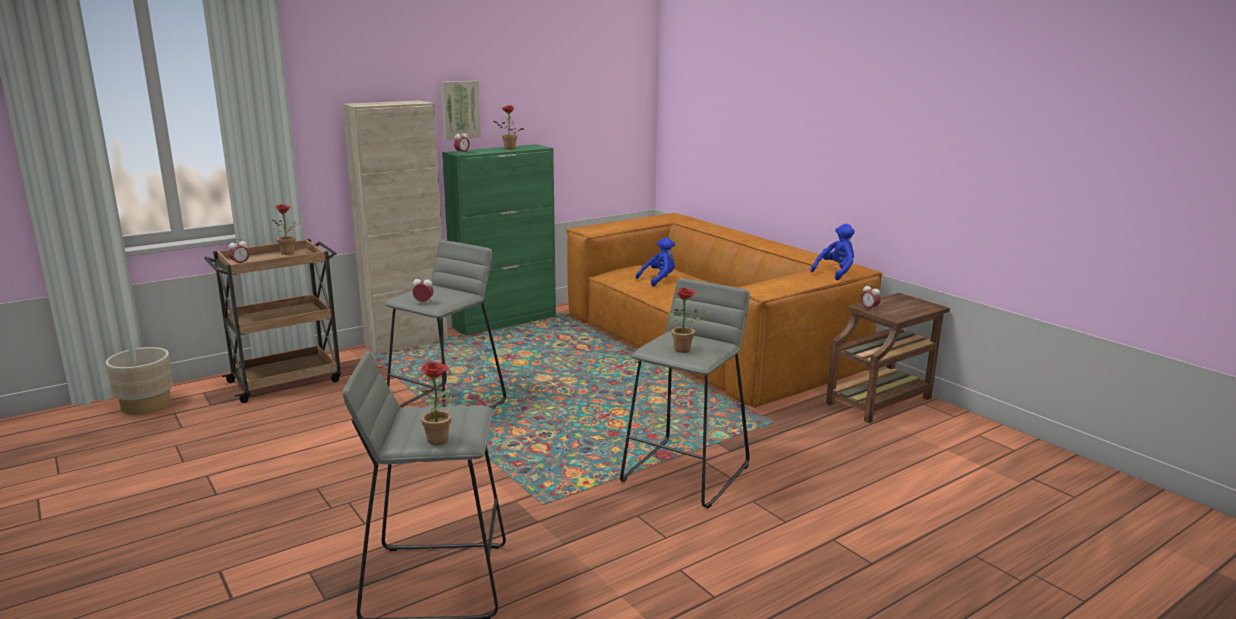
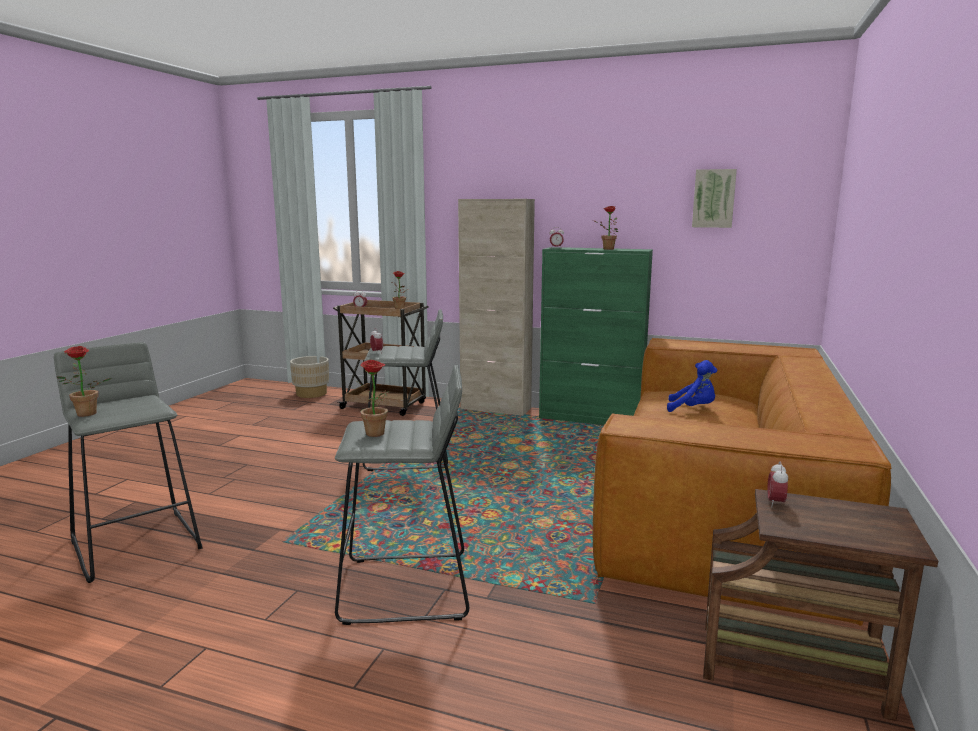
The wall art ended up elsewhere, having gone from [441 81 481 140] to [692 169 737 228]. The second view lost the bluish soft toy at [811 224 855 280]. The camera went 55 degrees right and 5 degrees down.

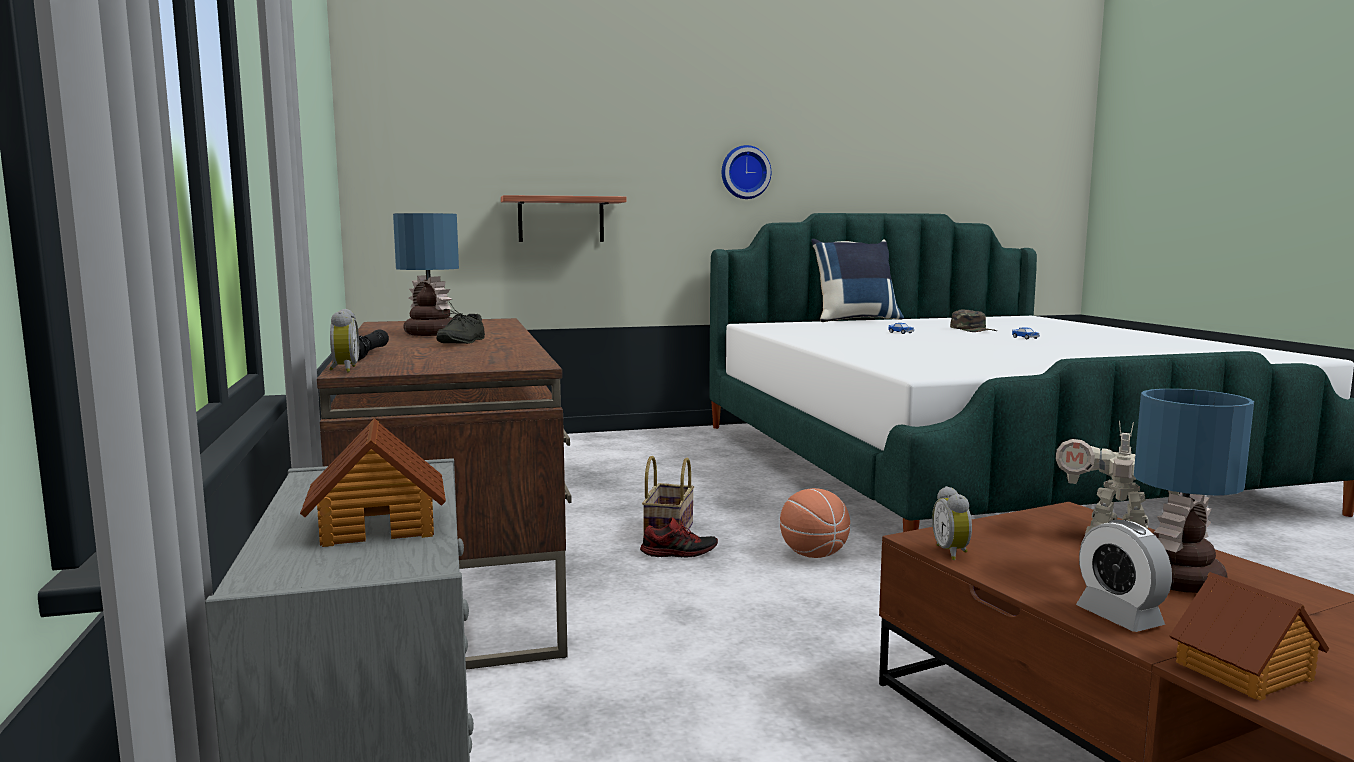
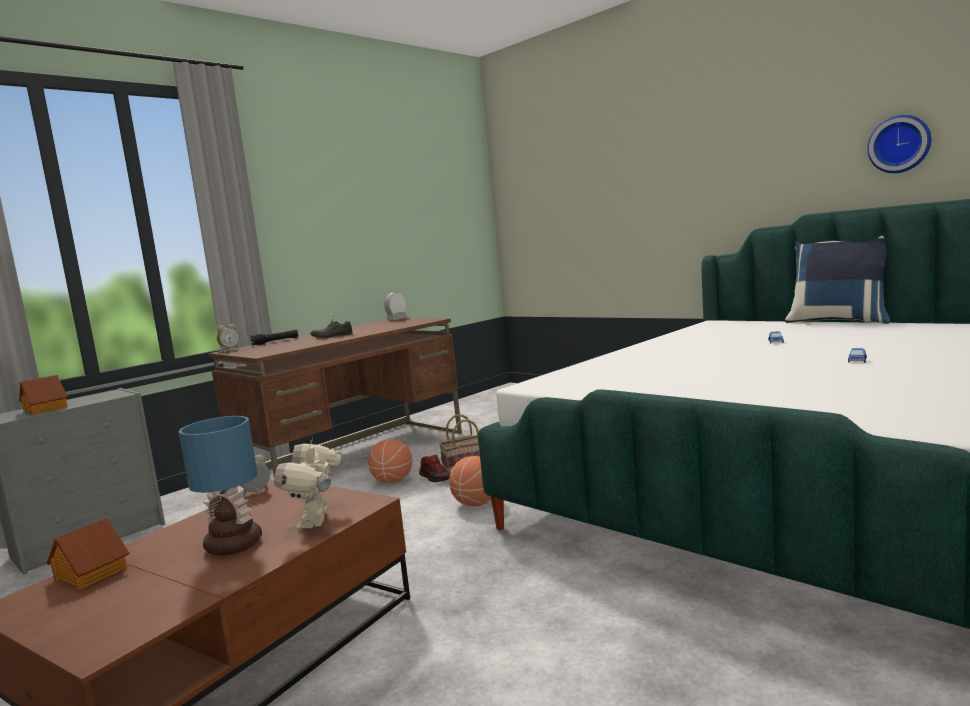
The second view gained the basketball ball at [368 439 412 483]. The table clock ended up elsewhere, having gone from [1076 520 1172 632] to [384 292 407 320]. The clock on the wall ended up elsewhere, having gone from [722 145 771 199] to [867 115 931 173]. The second view lost the table lamp at [393 213 459 336]. The second view lost the shelf at [501 195 626 242]. The second view lost the green-coloured cap at [950 309 997 332]. The camera went 60 degrees right and 0 degrees up.

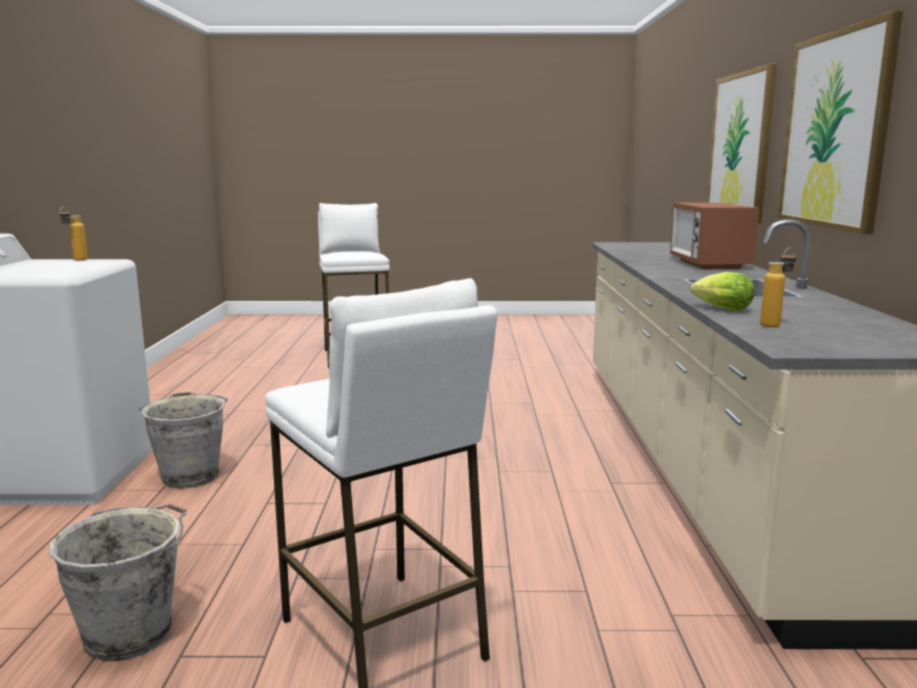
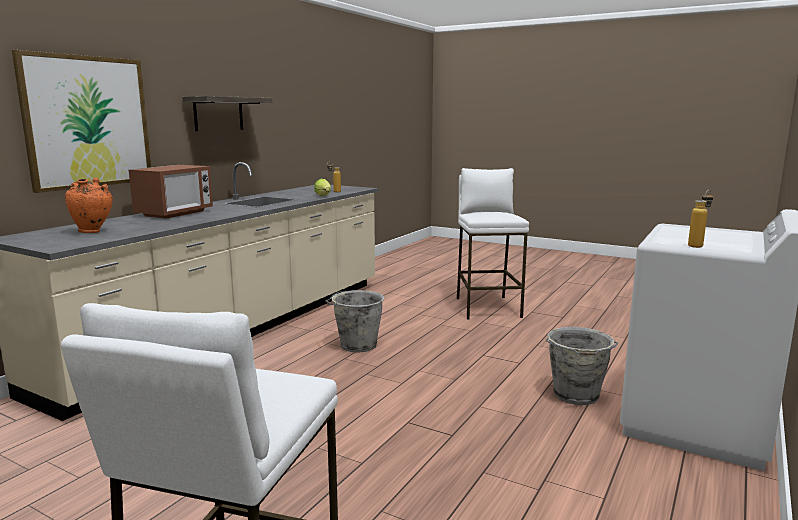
The second view gained the orange flower vase at [65 177 113 233]. Where the wall art hung at [778 11 903 235], the shelf came to hang at [182 96 273 131]. The greyish pail ended up elsewhere, having gone from [49 504 187 661] to [325 290 384 353]. The camera went 150 degrees left and 0 degrees up.

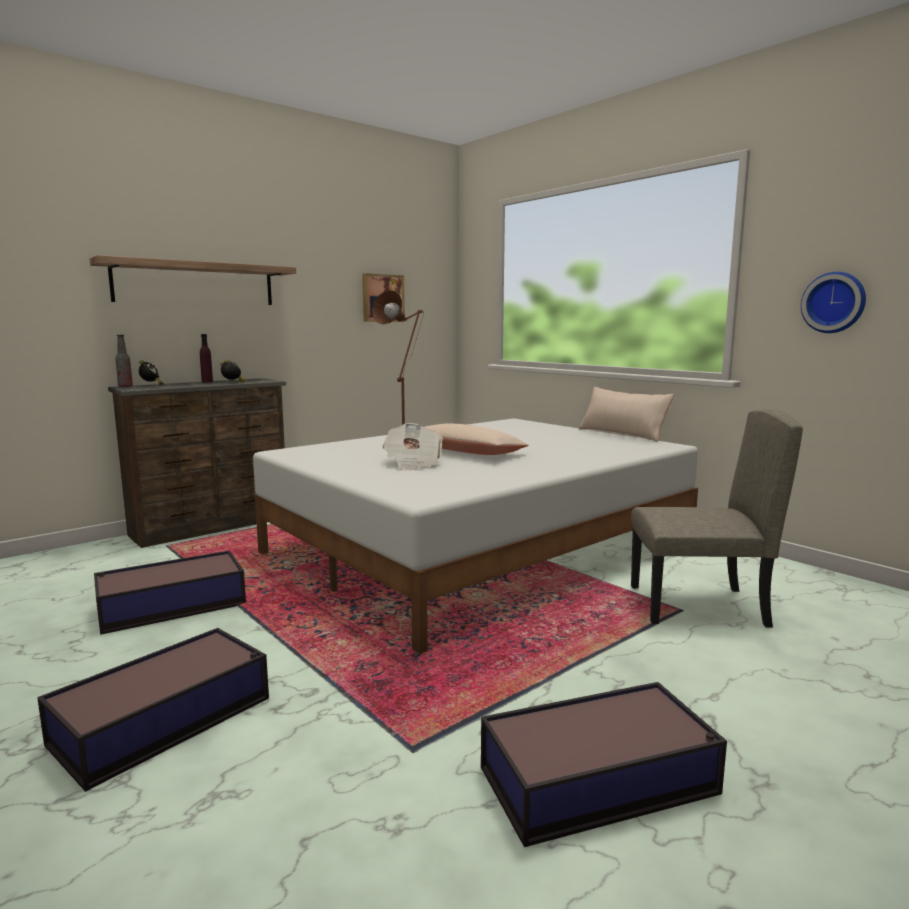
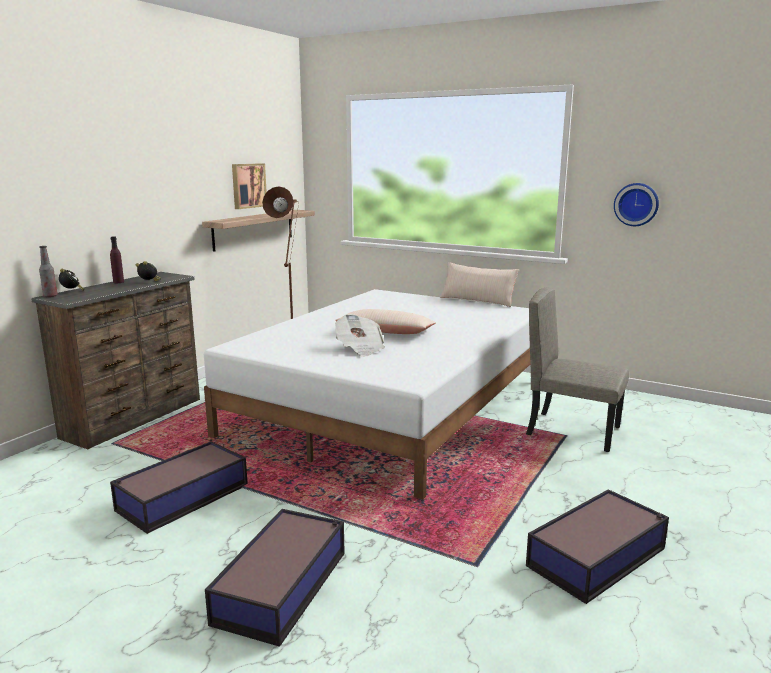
The shelf ended up elsewhere, having gone from [89 255 296 305] to [202 210 315 252]. The sand-coloured plain chair at [631 409 803 628] ended up facing another way, 135 degrees counterclockwise from before. The camera went 20 degrees left and 5 degrees up.

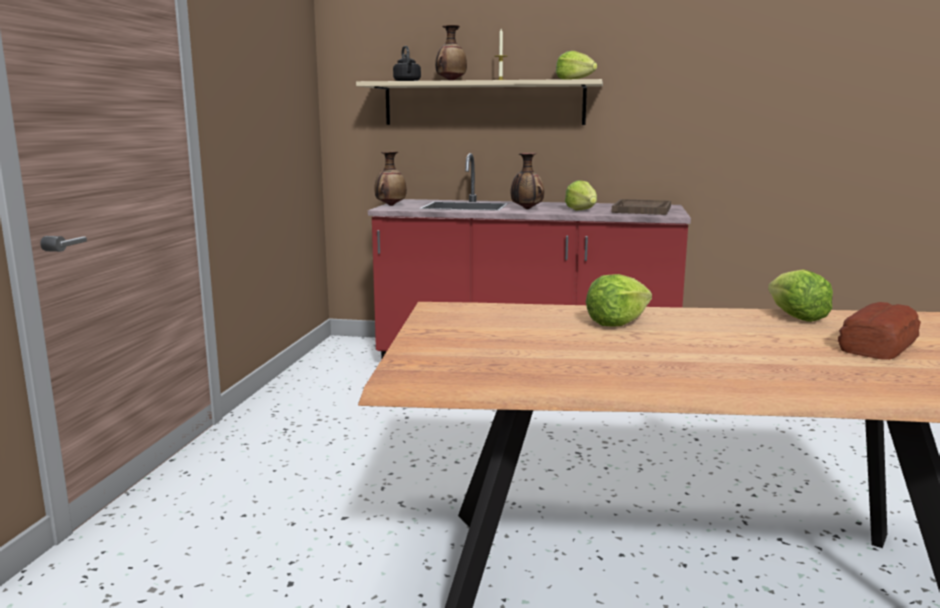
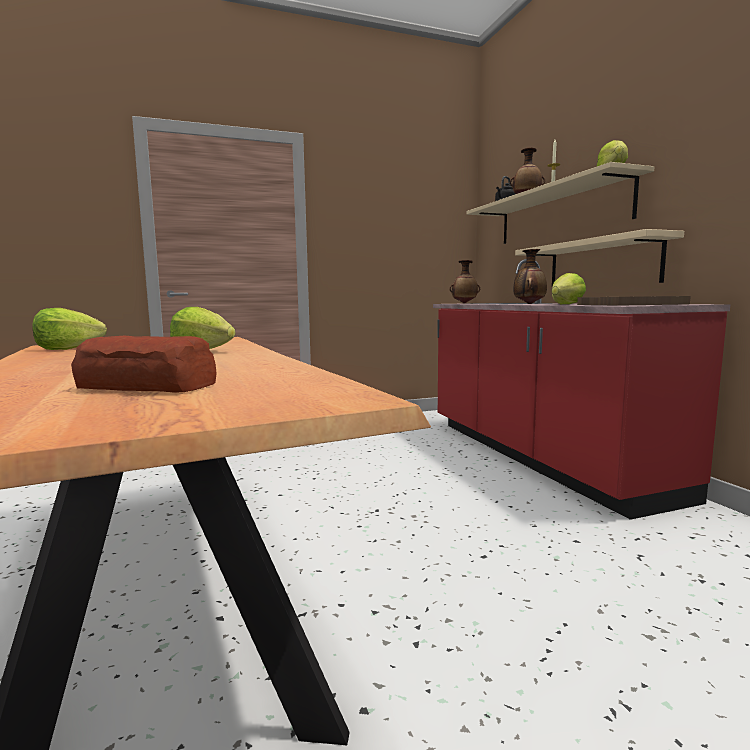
The head of lettuce ended up elsewhere, having gone from [768 269 833 322] to [32 308 107 350]. The second view gained the sand-coloured shelf at [515 229 684 287]. The camera went 60 degrees right and 5 degrees down.

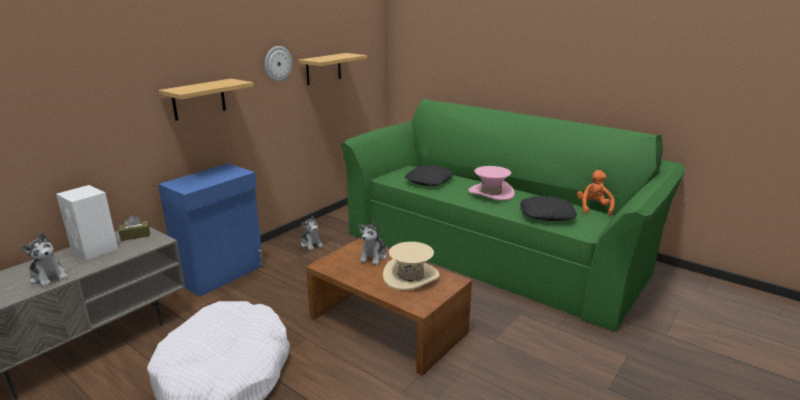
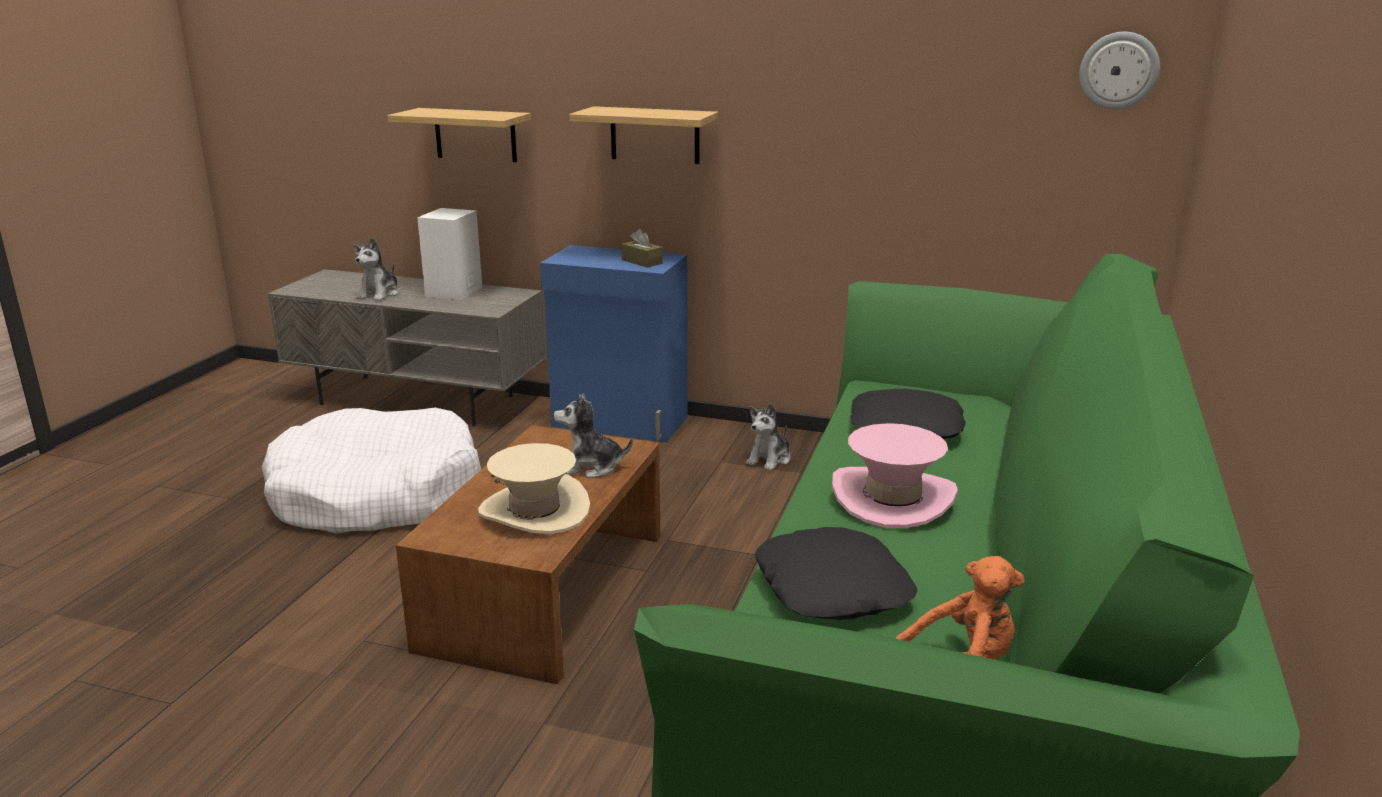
The shelf ended up elsewhere, having gone from [298 53 367 85] to [387 108 531 162]. The brown tissue holder ended up elsewhere, having gone from [119 216 150 241] to [621 229 663 268]. The clock on the wall ended up elsewhere, having gone from [265 46 292 82] to [1079 32 1160 109]. The camera went 70 degrees right and 0 degrees up.

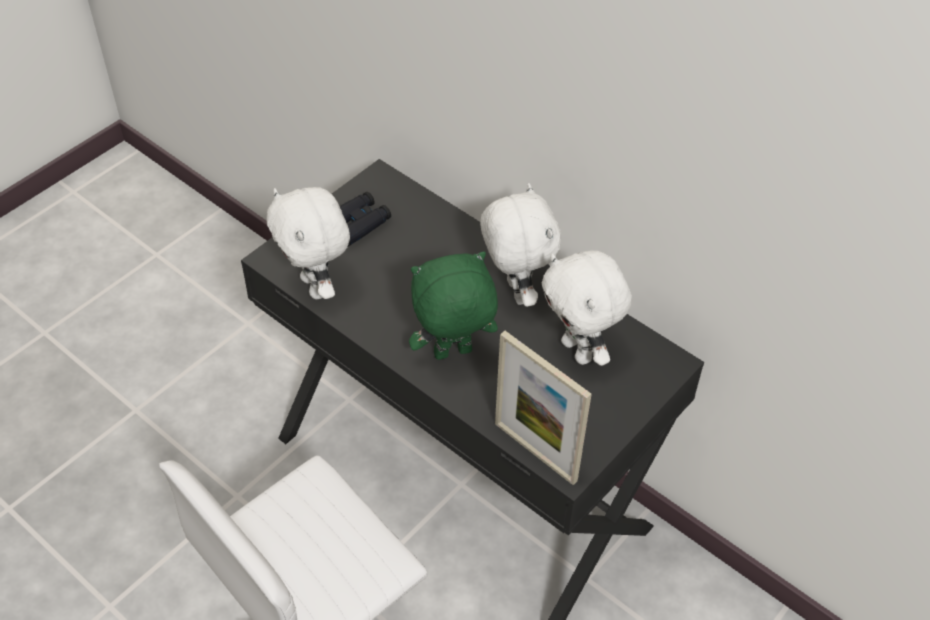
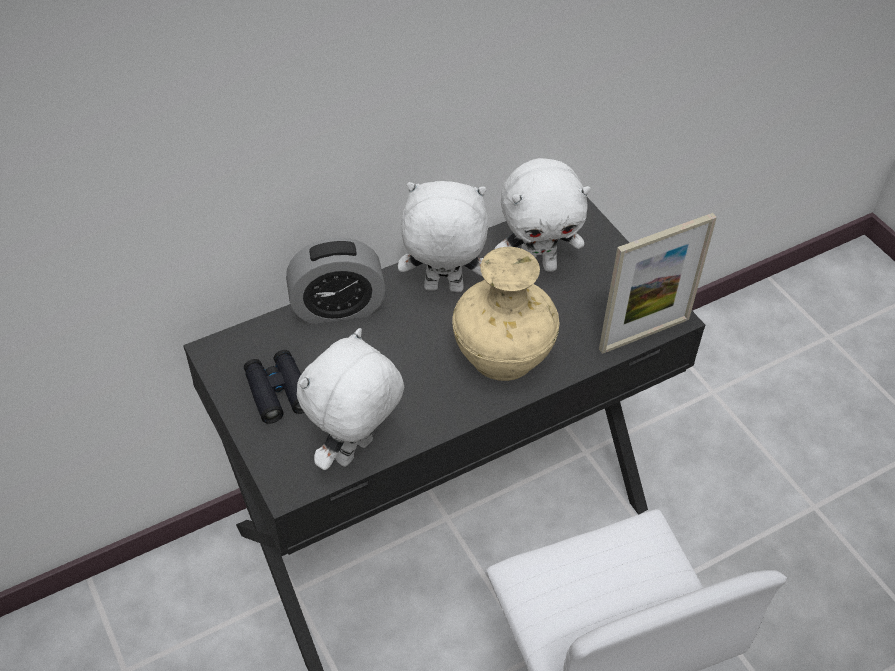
The second view gained the table clock at [286 238 386 324]. The whitish soft toy at [266 187 350 300] ended up facing another way, 135 degrees clockwise from before. Where the green-coloured soft toy stood at [409 251 498 360], the sand-coloured flower vase came to stand at [452 247 560 381]. The camera went 70 degrees left and 0 degrees up.

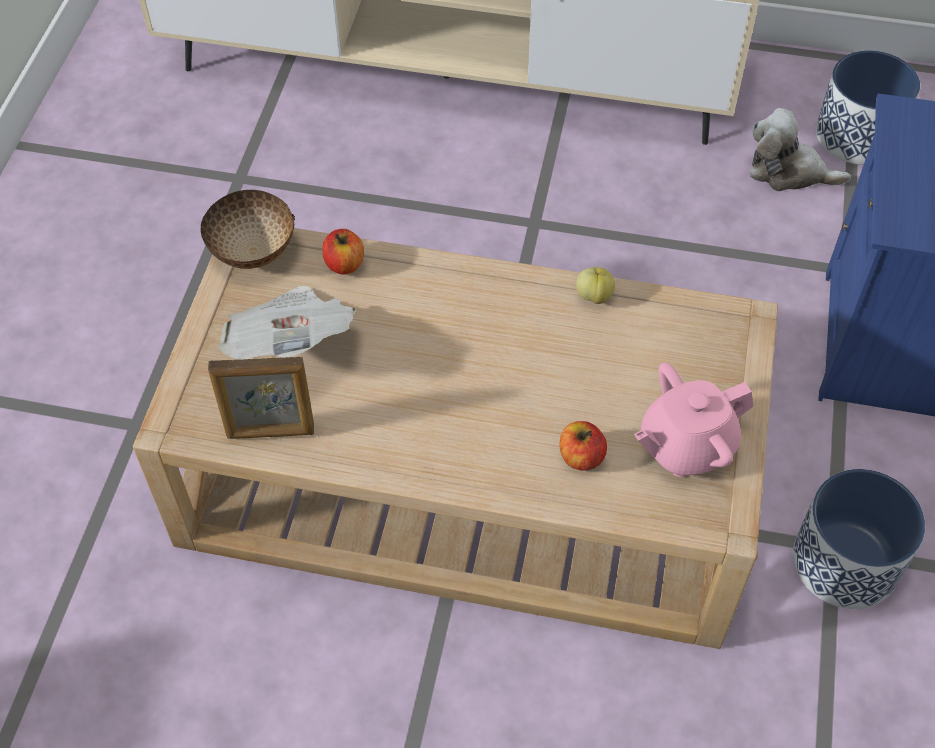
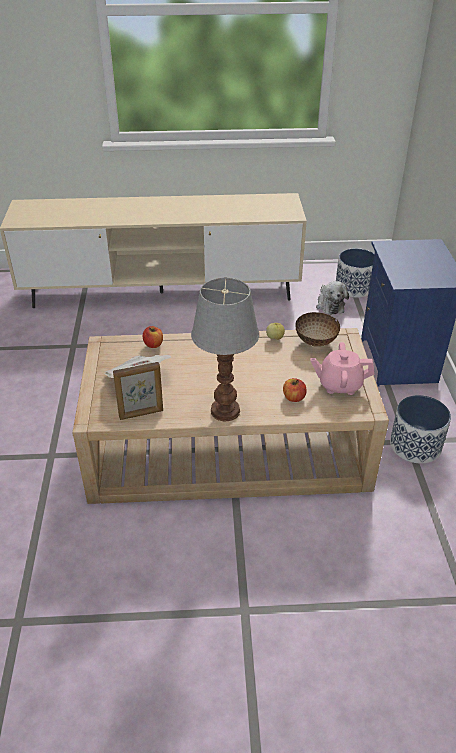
The second view gained the table lamp at [191 278 259 421]. The serving bowl ended up elsewhere, having gone from [200 190 295 269] to [295 312 340 347]. The pink-coloured pot for tea at [634 362 753 477] ended up facing another way, 45 degrees clockwise from before. The soft toy at [750 108 851 191] ended up facing another way, 105 degrees counterclockwise from before. The camera went 15 degrees left and 15 degrees down.

